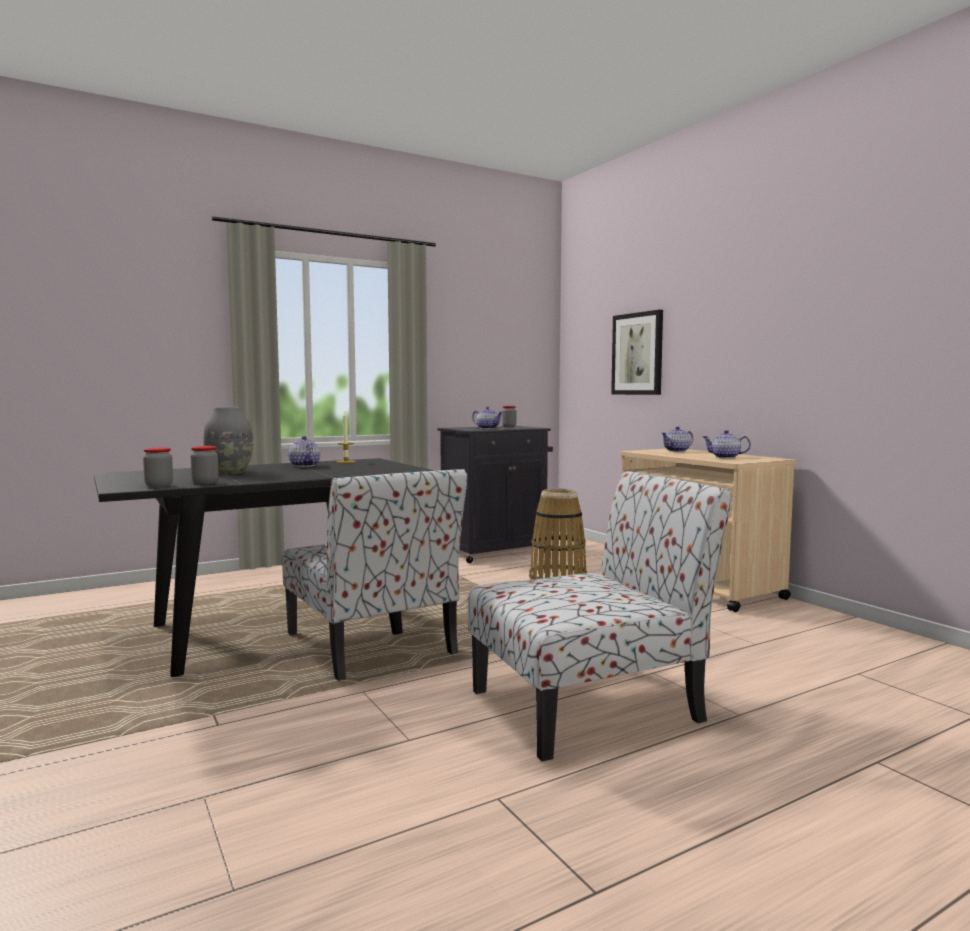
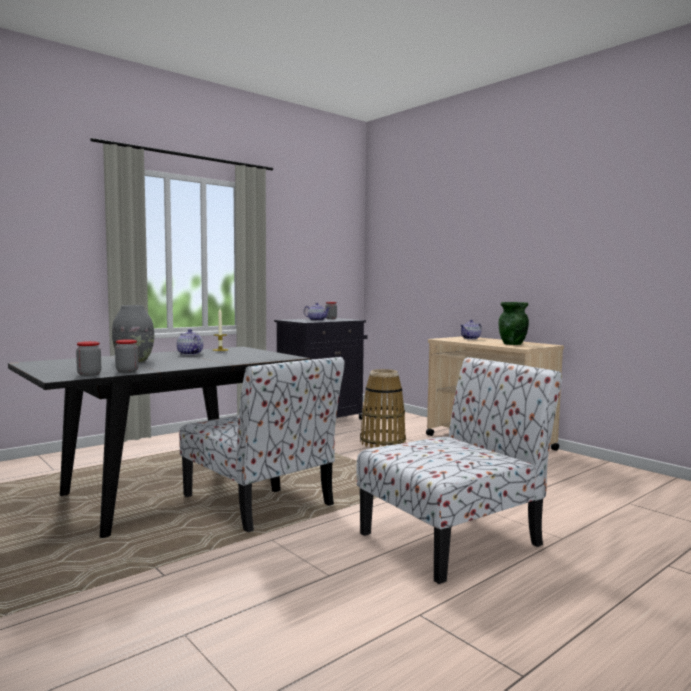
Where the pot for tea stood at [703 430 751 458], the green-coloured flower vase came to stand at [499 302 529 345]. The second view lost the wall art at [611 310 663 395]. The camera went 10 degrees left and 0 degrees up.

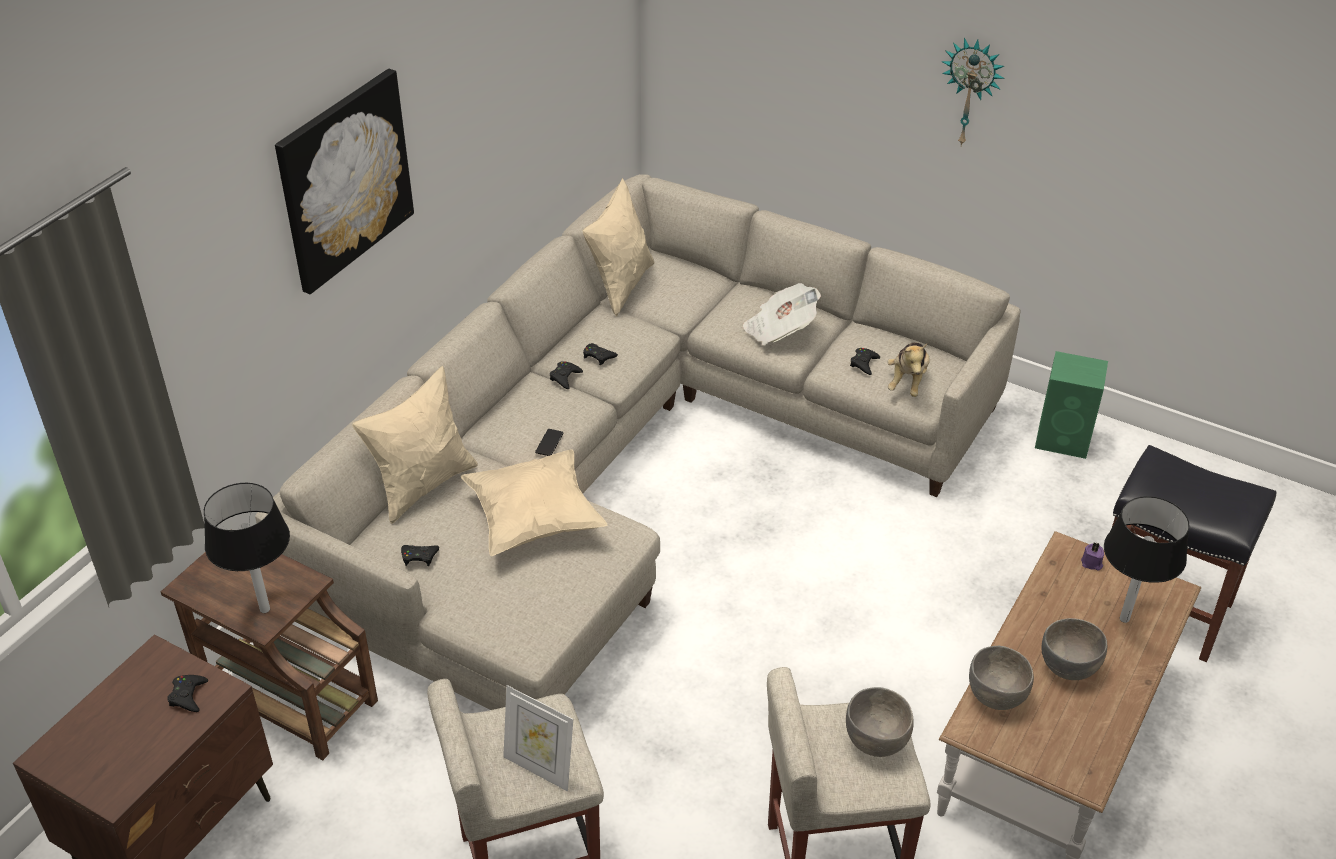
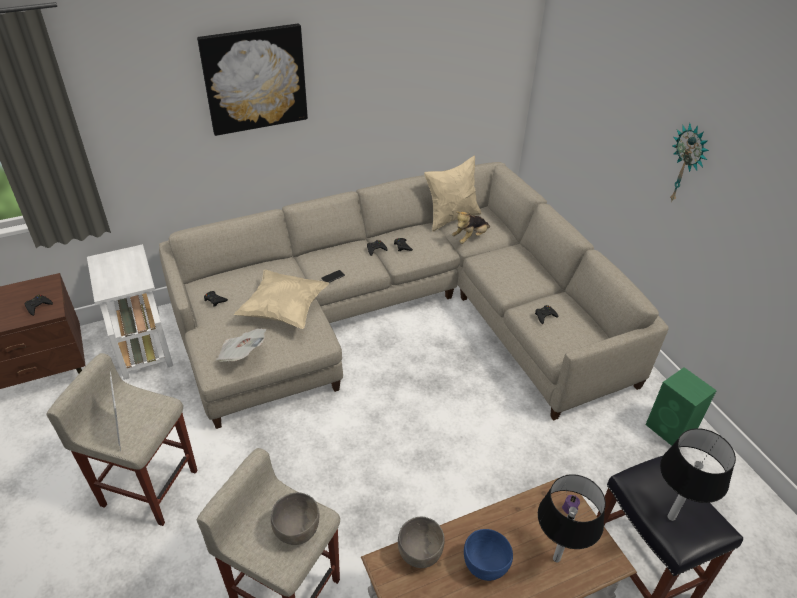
What was the brown side table at [161 552 378 760] turned into the whitish side table at [87 244 173 380]. The daily paper ended up elsewhere, having gone from [743 283 821 346] to [215 328 266 362]. The soft toy ended up elsewhere, having gone from [887 342 929 397] to [452 212 490 244]. What was the greyish serving bowl at [1041 618 1107 680] turned into the bluish serving bowl at [464 529 513 581]. The blackish table lamp ended up elsewhere, having gone from [204 483 290 613] to [660 428 736 521]. The second view lost the sand-coloured pillow at [352 366 478 524]. The camera went 35 degrees right and 0 degrees up.

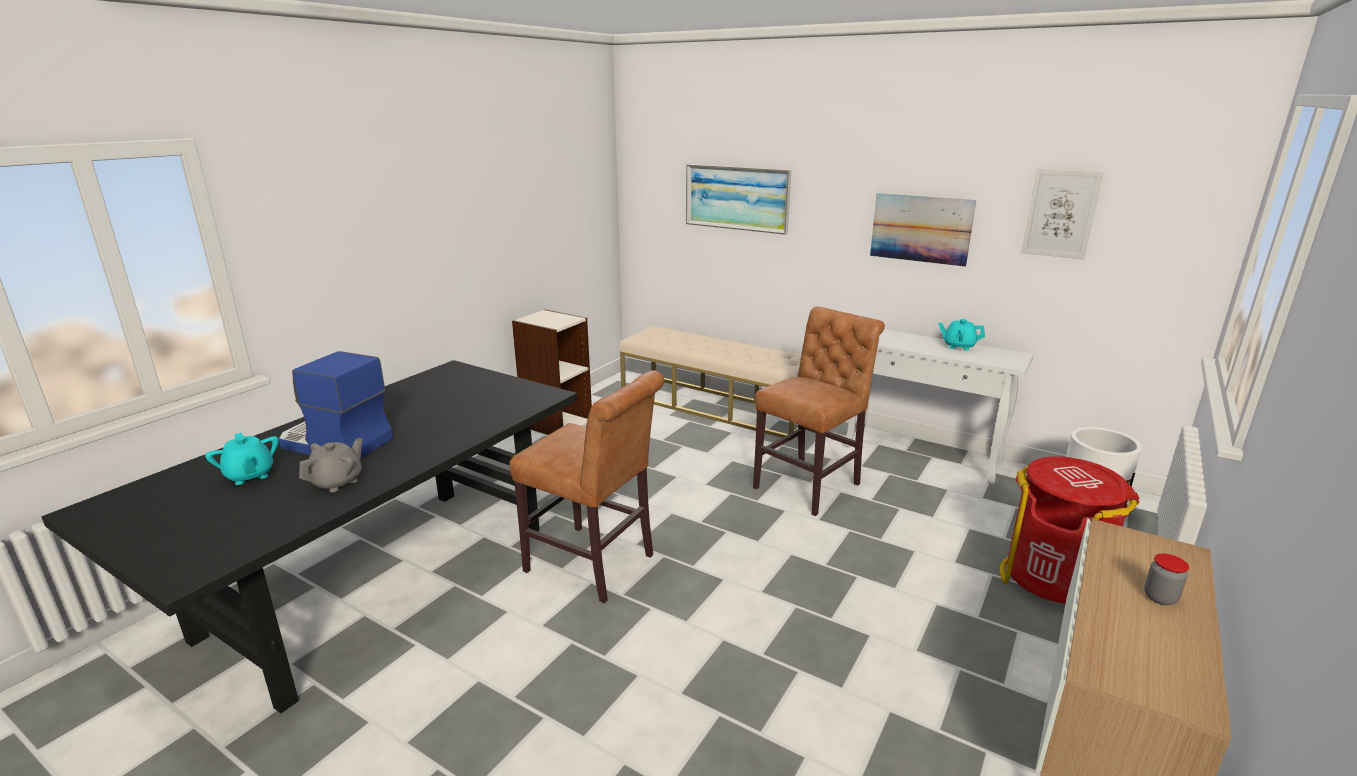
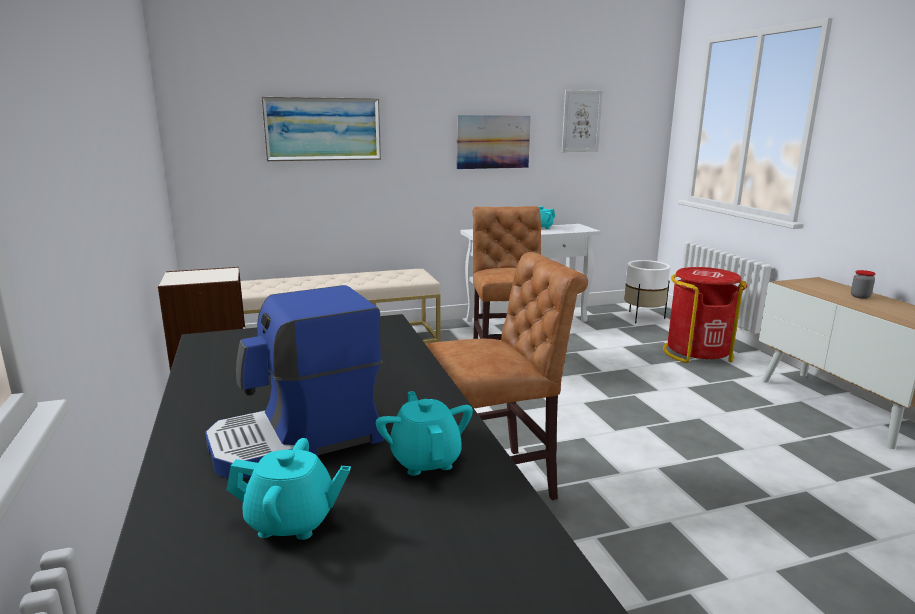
What was the greyish pot for tea at [299 438 362 492] turned into the blue-green pot for tea at [376 391 473 476]. The camera went 50 degrees left and 5 degrees down.

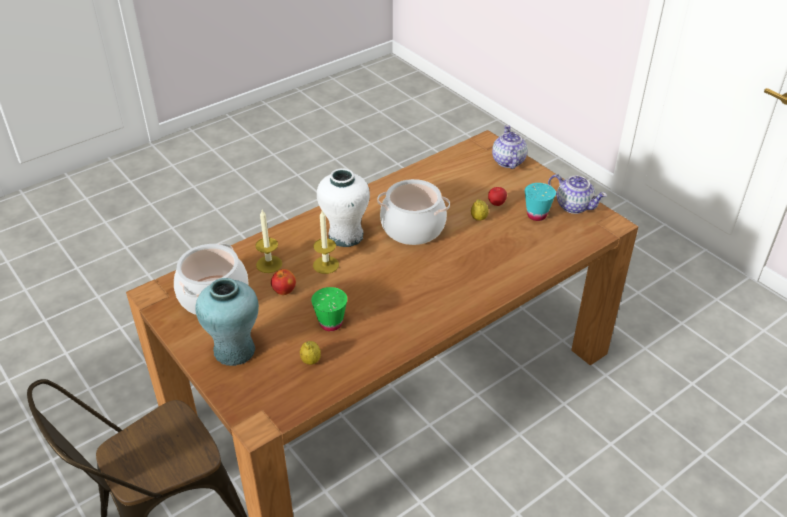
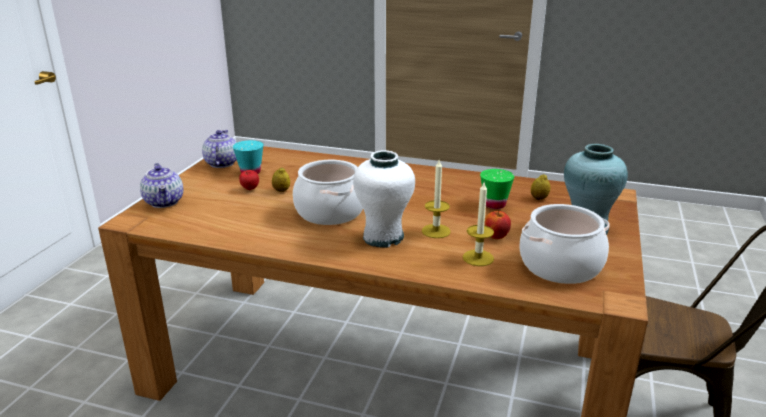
The pot for tea at [492 125 528 169] ended up facing another way, 75 degrees counterclockwise from before. The camera went 125 degrees left and 15 degrees down.

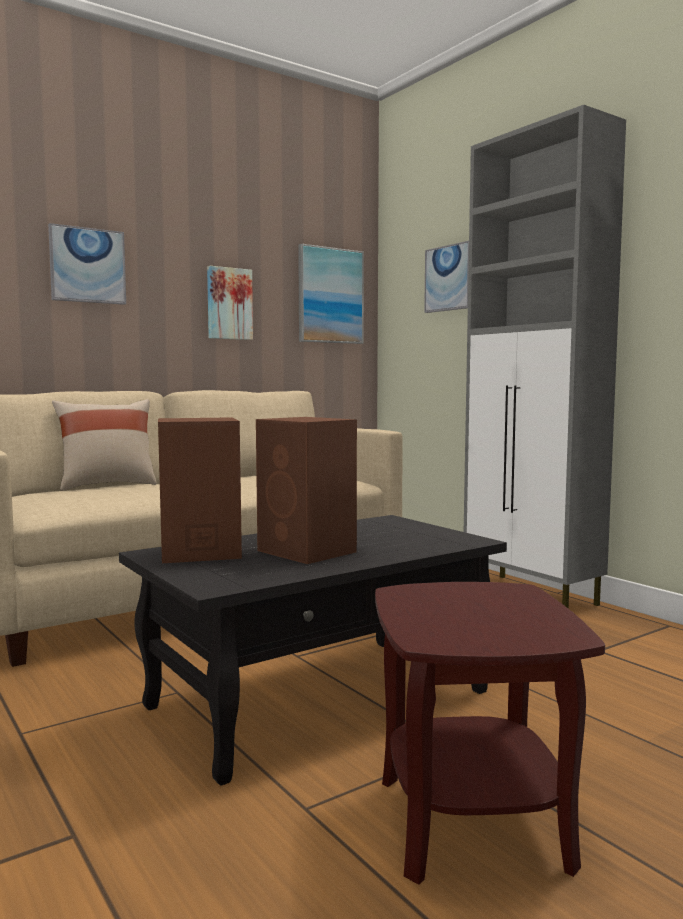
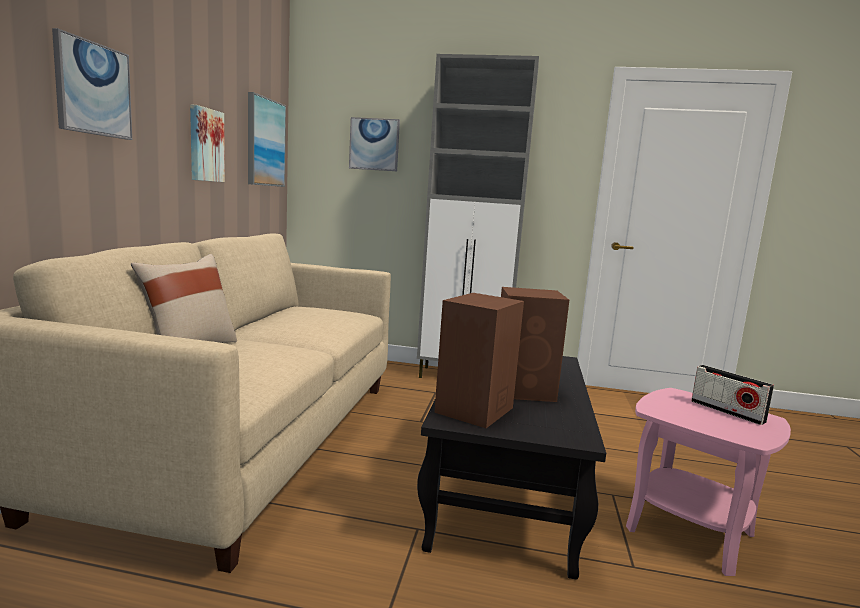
What was the brown side table at [375 582 605 885] turned into the pink-coloured side table at [626 388 791 576]. The second view gained the radio set at [691 365 774 425]. The camera went 45 degrees left and 5 degrees up.

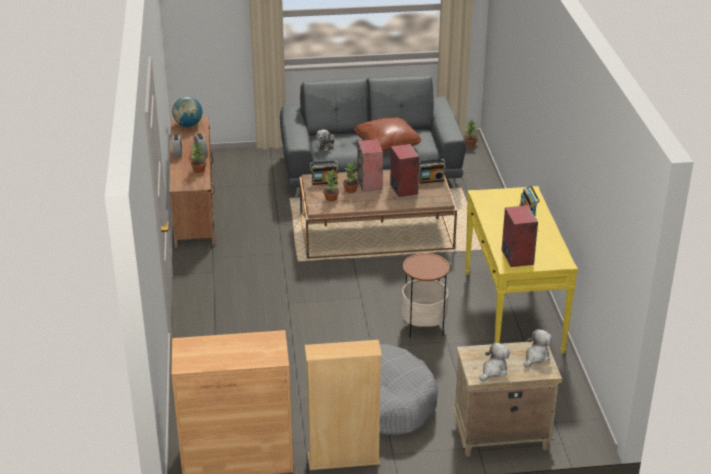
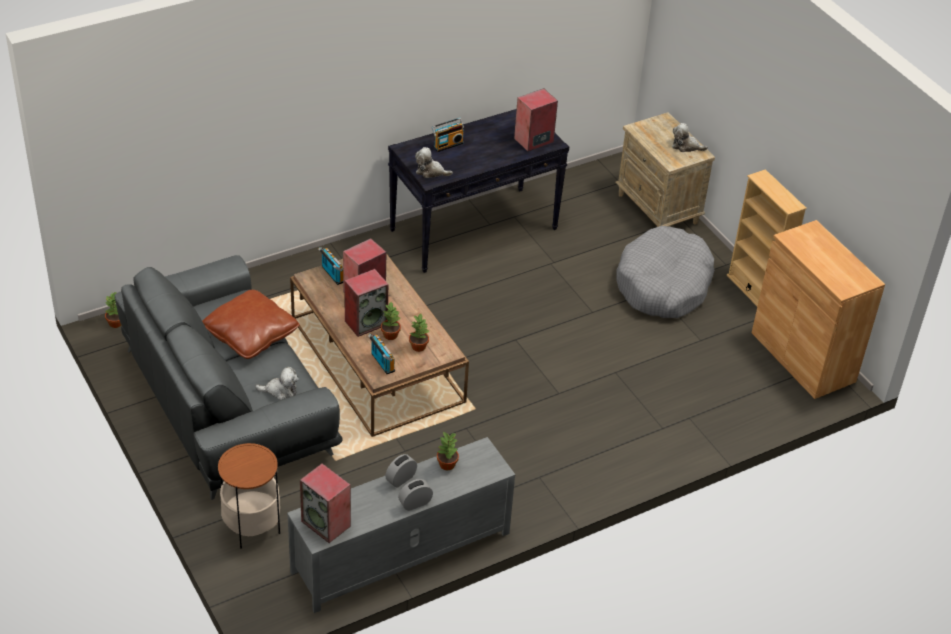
The side table ended up elsewhere, having gone from [401 253 450 338] to [218 443 280 549]. What was the brown tv stand at [169 116 215 248] turned into the greyish tv stand at [287 437 515 613]. Where the desk globe stood at [172 97 203 127], the audio speaker came to stand at [300 464 351 543]. What was the yellowish hall table at [465 186 578 354] turned into the blackish hall table at [388 109 569 273]. The soft toy ended up elsewhere, having gone from [524 329 552 368] to [415 147 453 178]. The camera went 115 degrees left and 10 degrees up.

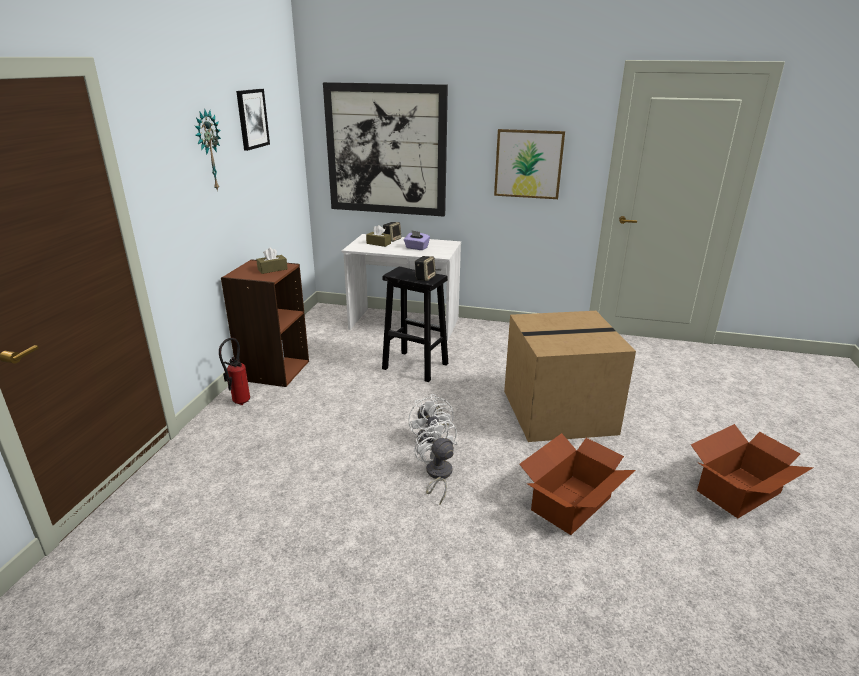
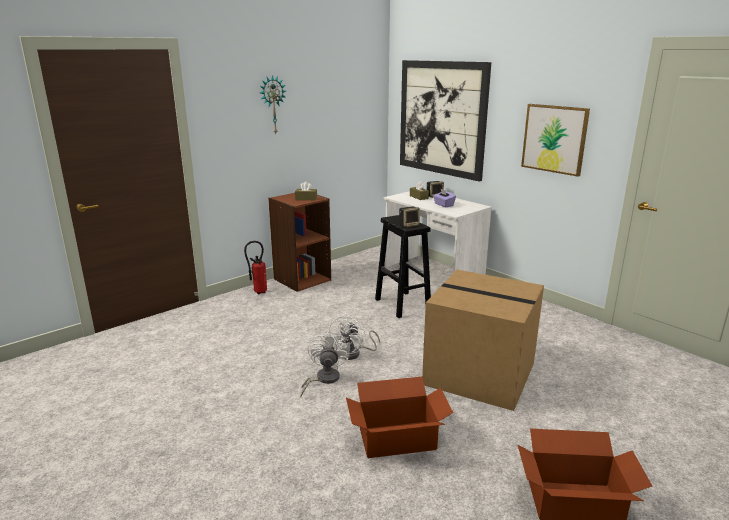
The second view lost the wall art at [236 89 270 151]. The camera went 35 degrees right and 5 degrees down.

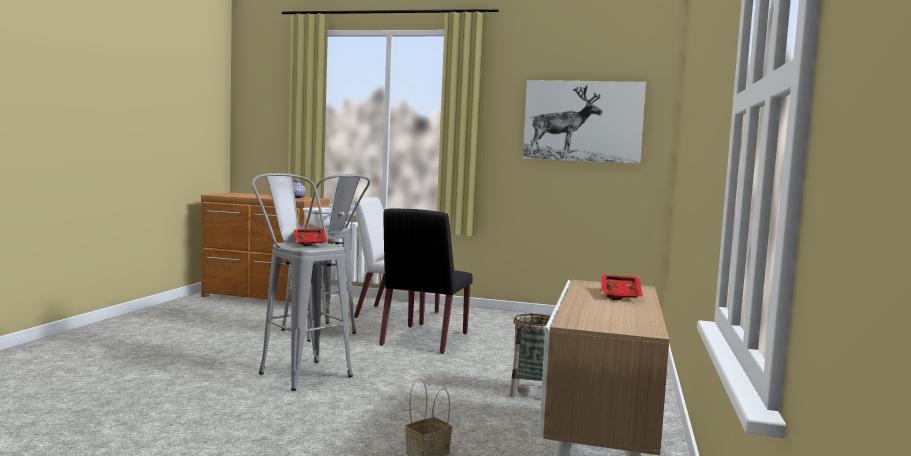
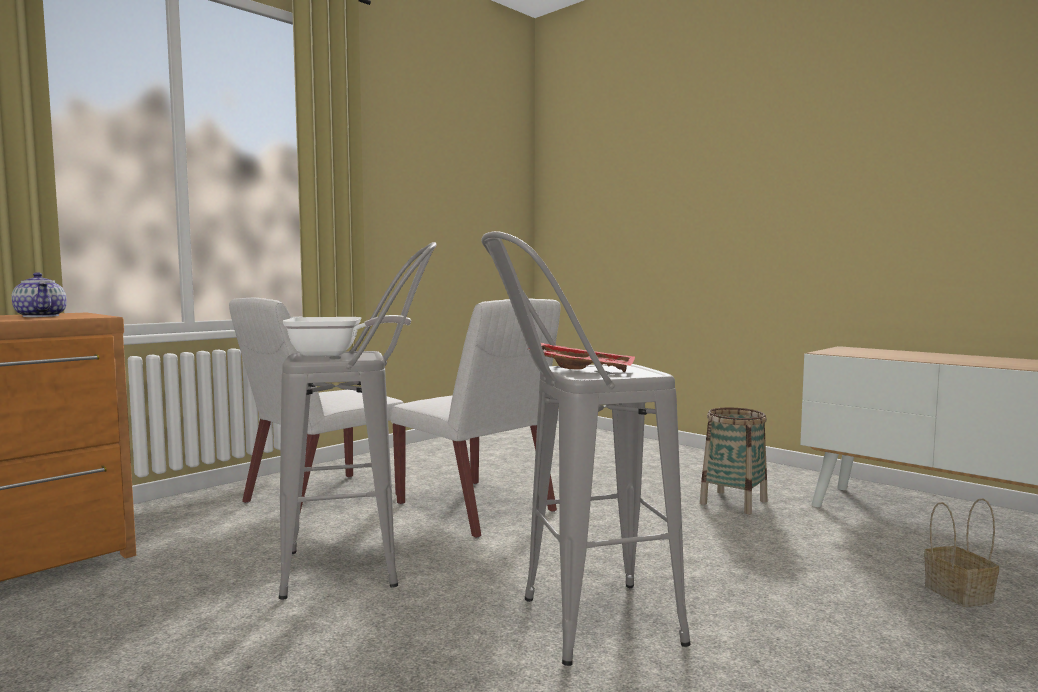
What was the blackish plain chair at [379 208 473 354] turned into the whitish plain chair at [390 299 561 539]. The second view lost the wall art at [523 80 646 164]. The second view lost the red carrying tray at [601 275 643 300]. The camera went 60 degrees left and 0 degrees up.

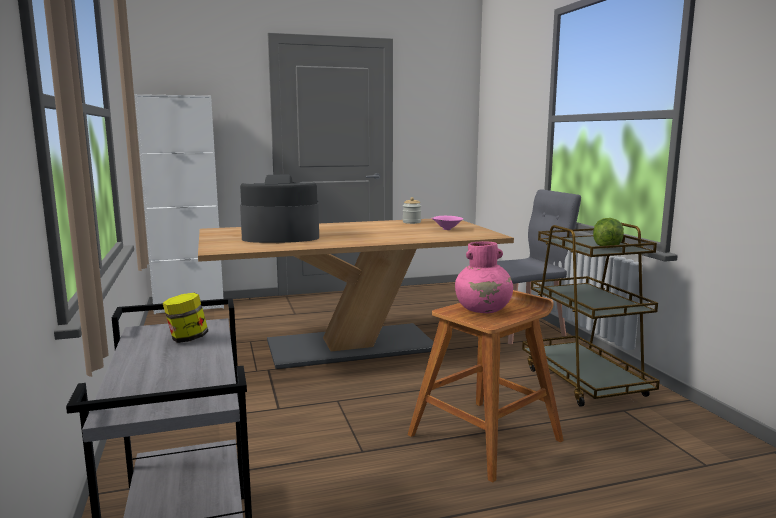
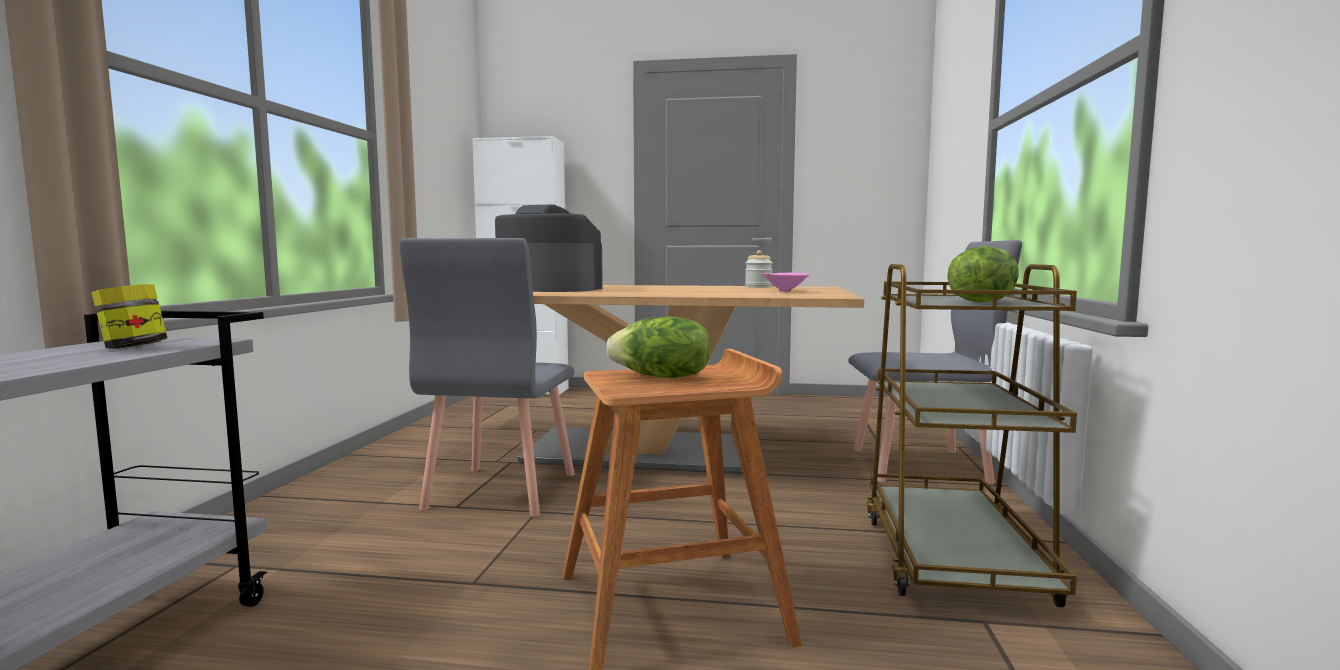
The second view gained the greyish plain chair at [400 238 575 517]. Where the pink-coloured flower vase stood at [455 241 513 313], the head of lettuce came to stand at [606 316 711 378]. The camera went 25 degrees right and 5 degrees down.

